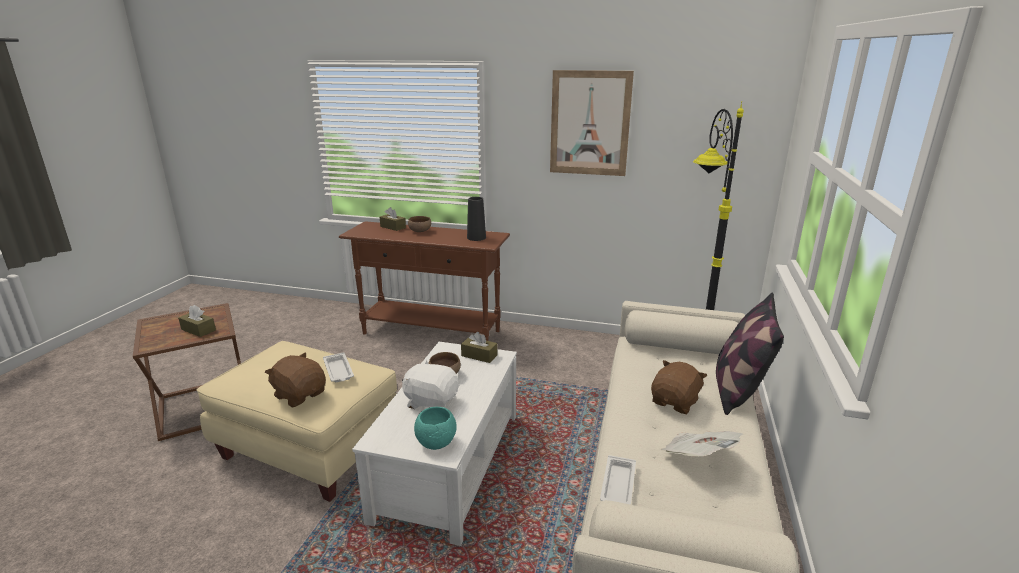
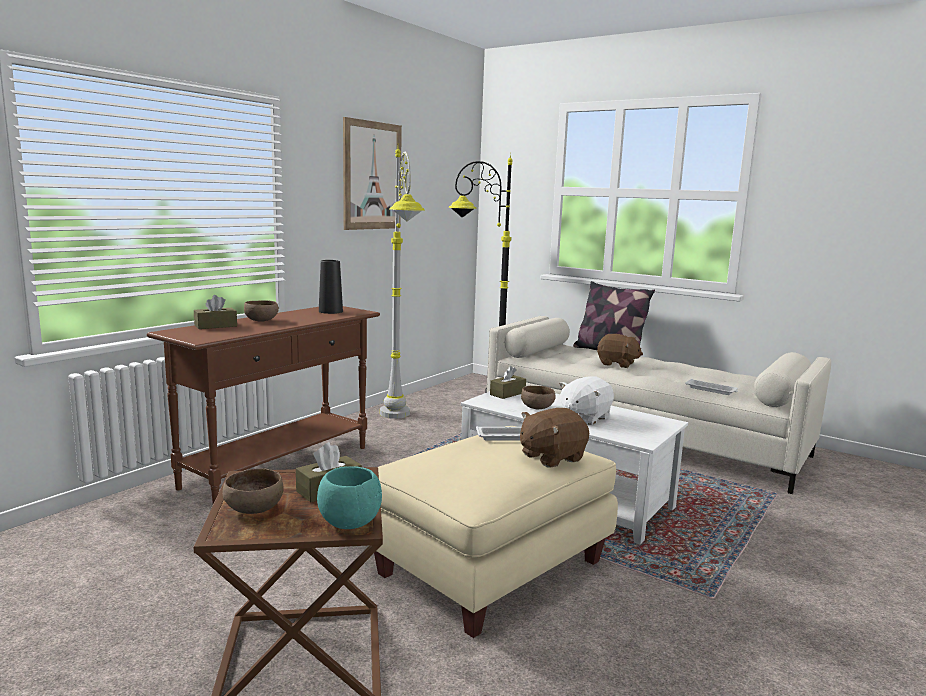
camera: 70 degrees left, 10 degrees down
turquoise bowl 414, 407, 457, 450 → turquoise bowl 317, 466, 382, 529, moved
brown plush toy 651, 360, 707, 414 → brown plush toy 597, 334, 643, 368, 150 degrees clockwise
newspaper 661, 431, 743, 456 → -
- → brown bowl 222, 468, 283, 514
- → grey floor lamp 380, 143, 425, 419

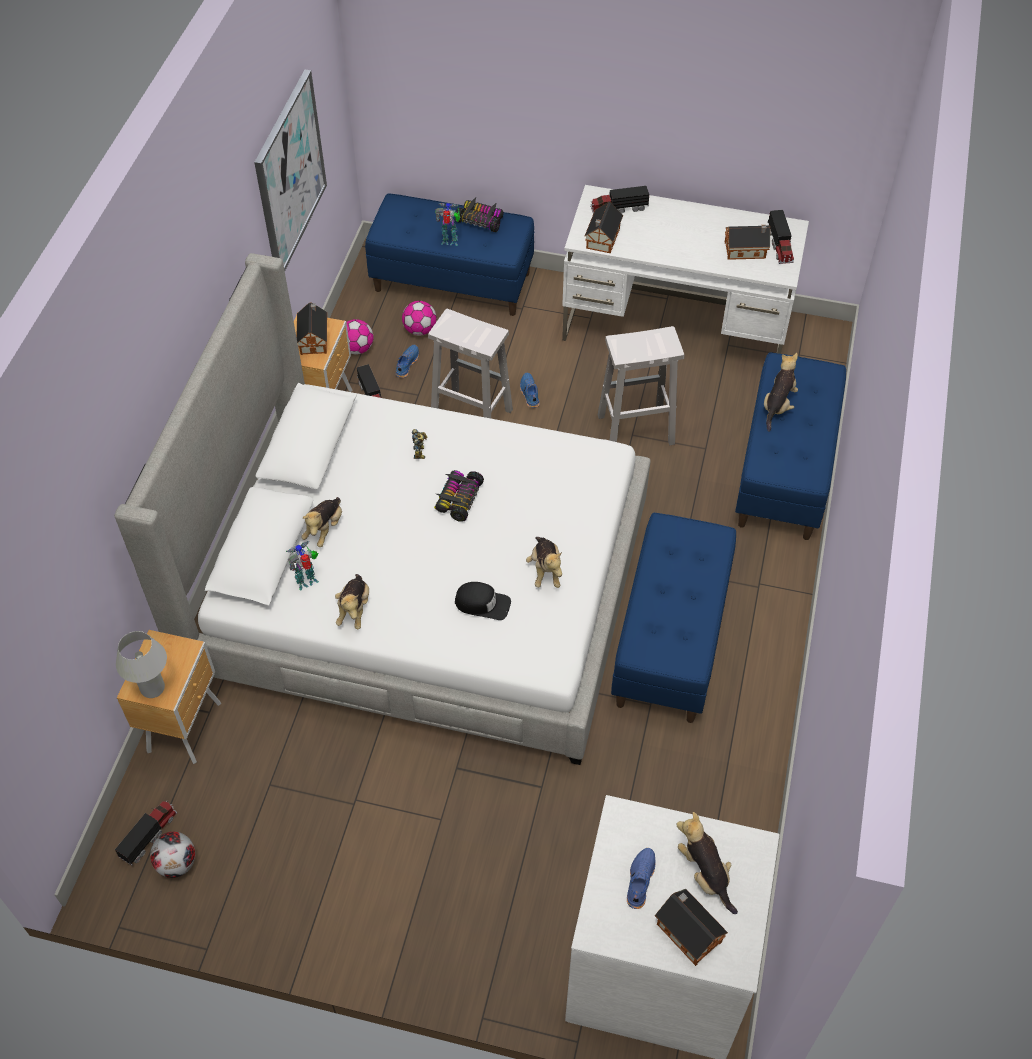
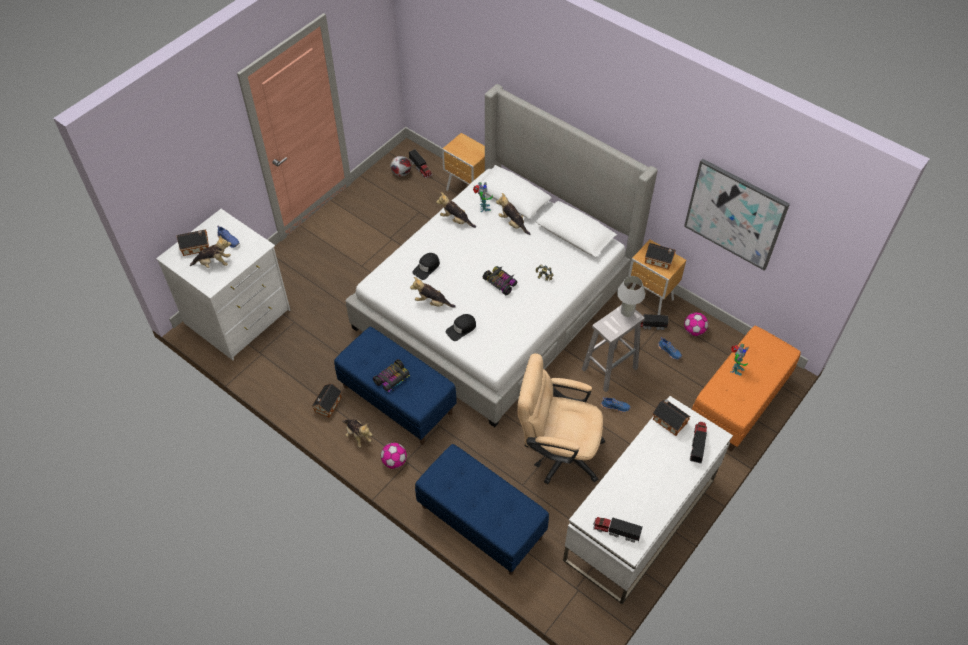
camera: 115 degrees right, 0 degrees up
white table lamp 116, 631, 167, 698 → white table lamp 617, 276, 645, 317, moved
blue bench 365, 194, 534, 316 → orange bench 692, 326, 801, 451
football 402, 301, 437, 336 → football 381, 443, 407, 469, moved
toy car 455, 198, 503, 232 → toy car 373, 359, 410, 392, moved
white stool 598, 326, 684, 445 → beige office chair 517, 353, 605, 484
toy house 725, 225, 770, 260 → toy house 311, 383, 342, 418, moved
plush toy 764, 353, 798, 432 → plush toy 342, 419, 372, 448, moved
- → black cap 446, 314, 476, 341

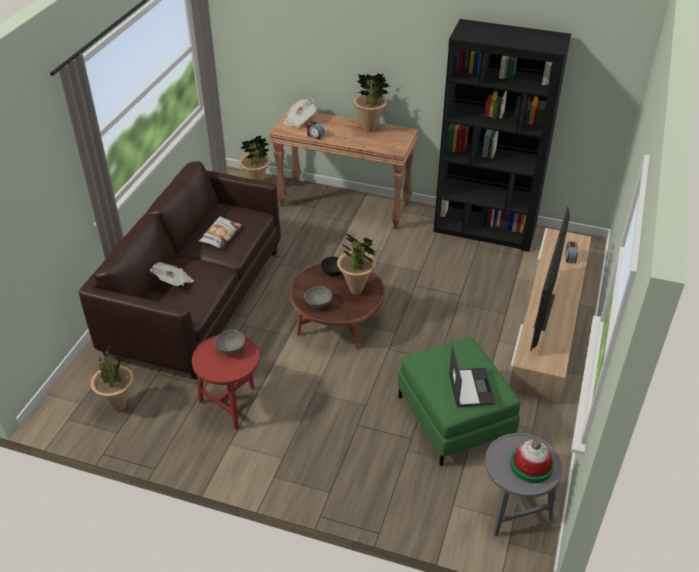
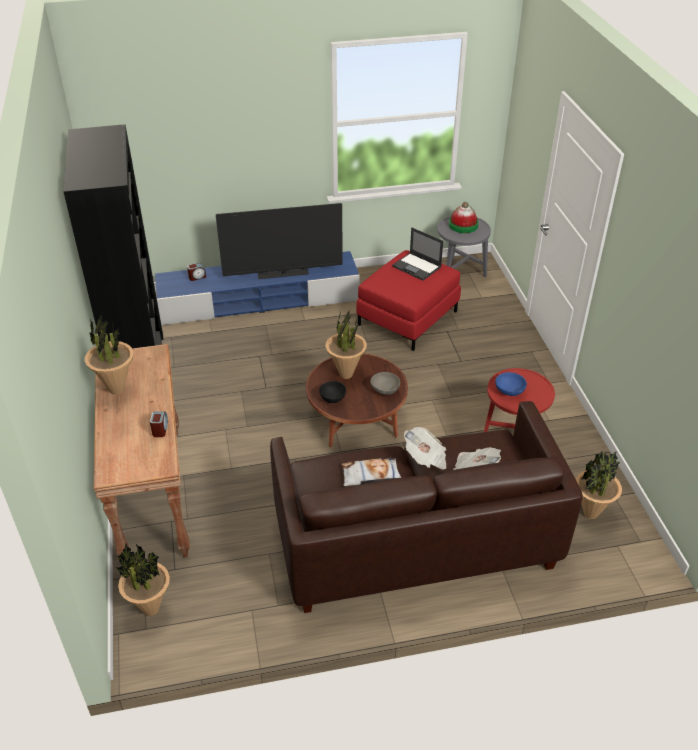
camera: 120 degrees left, 0 degrees up
grey bowl 214, 330, 245, 355 → blue bowl 495, 372, 527, 396
newspaper 283, 98, 316, 128 → newspaper 404, 427, 446, 470, moved
green ottoman 398, 337, 521, 466 → red ottoman 356, 250, 461, 351
laptop 449, 345, 495, 407 → laptop 392, 227, 443, 281, 105 degrees counterclockwise
beige tv stand 507, 228, 591, 403 → blue tv stand 155, 251, 360, 325

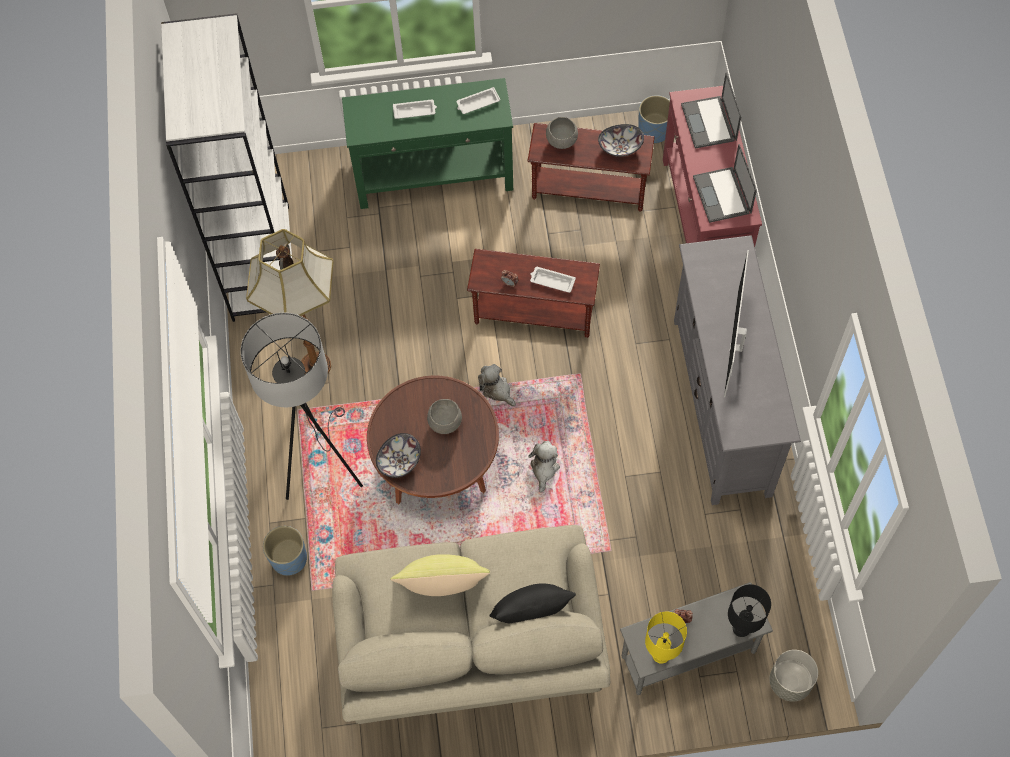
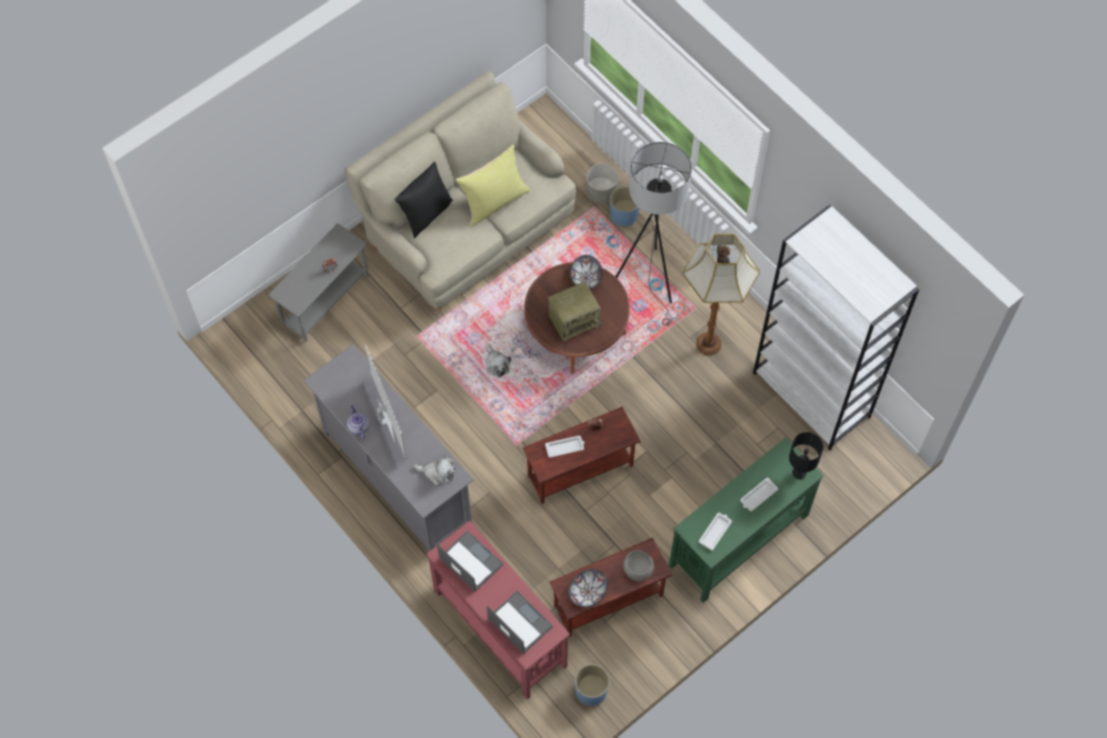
camera: 145 degrees right, 0 degrees up
grey bowl 427, 399, 462, 434 → radio 548, 282, 602, 342
plush toy 478, 364, 516, 407 → plush toy 413, 456, 455, 486, moved
yellow table lamp 645, 612, 687, 664 → -
black table lamp 728, 584, 771, 637 → black table lamp 789, 432, 823, 479, moved
grey planter 770, 650, 818, 702 → grey planter 586, 164, 618, 203, moved
- → teapot 347, 405, 369, 439

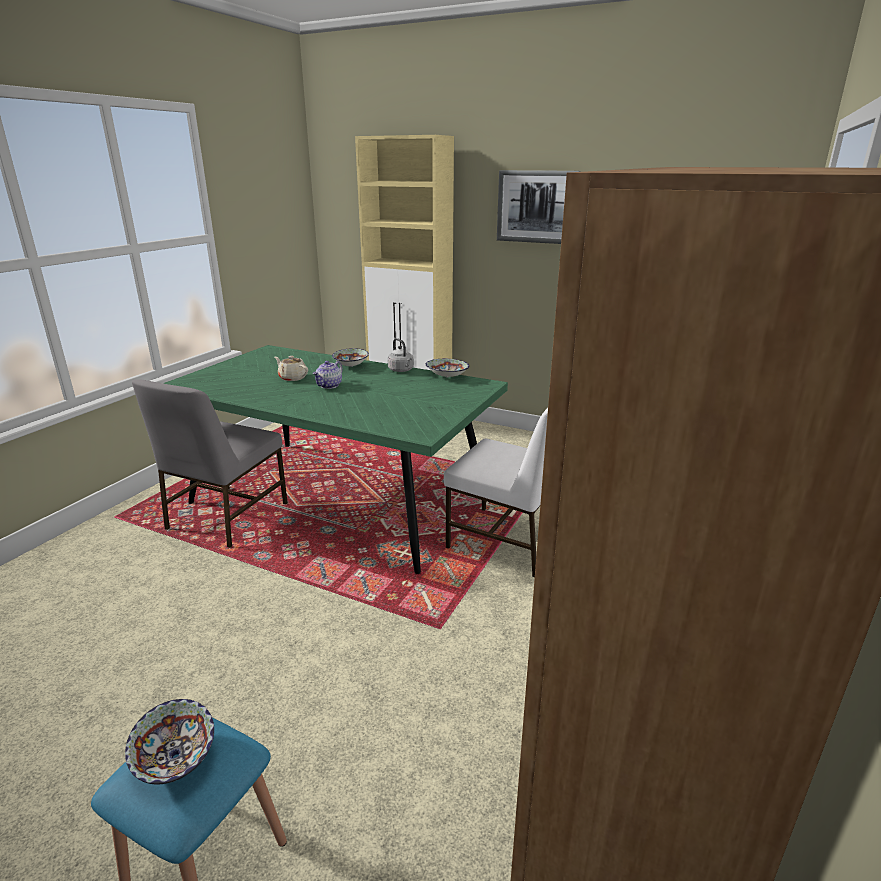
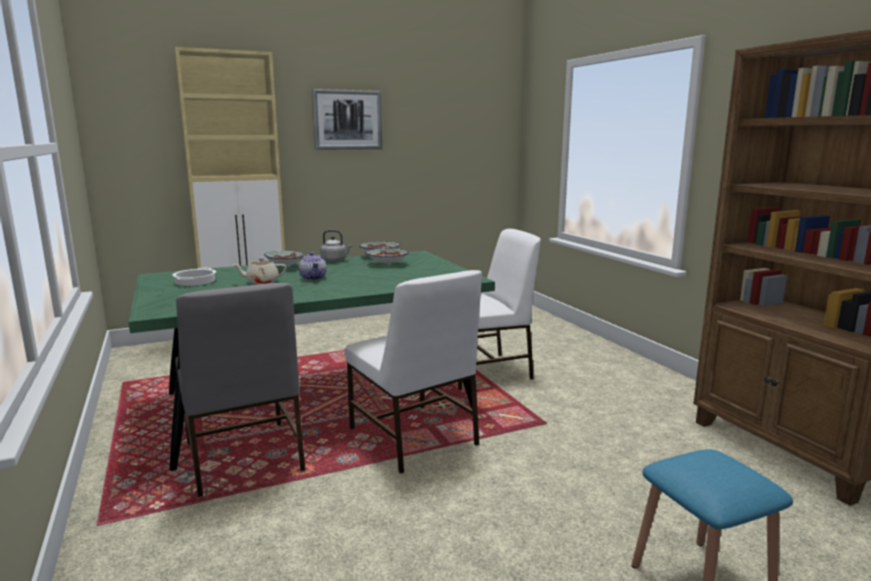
camera: 50 degrees left, 10 degrees down
bowl 125, 699, 214, 784 → bowl 365, 249, 409, 265, moved
- → cooking pot 172, 268, 216, 286
- → white chair 345, 270, 482, 474

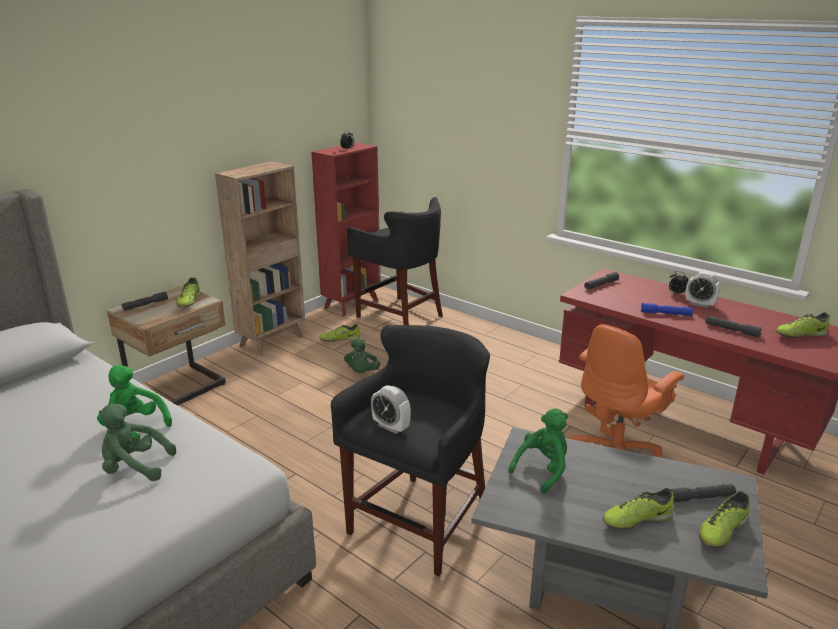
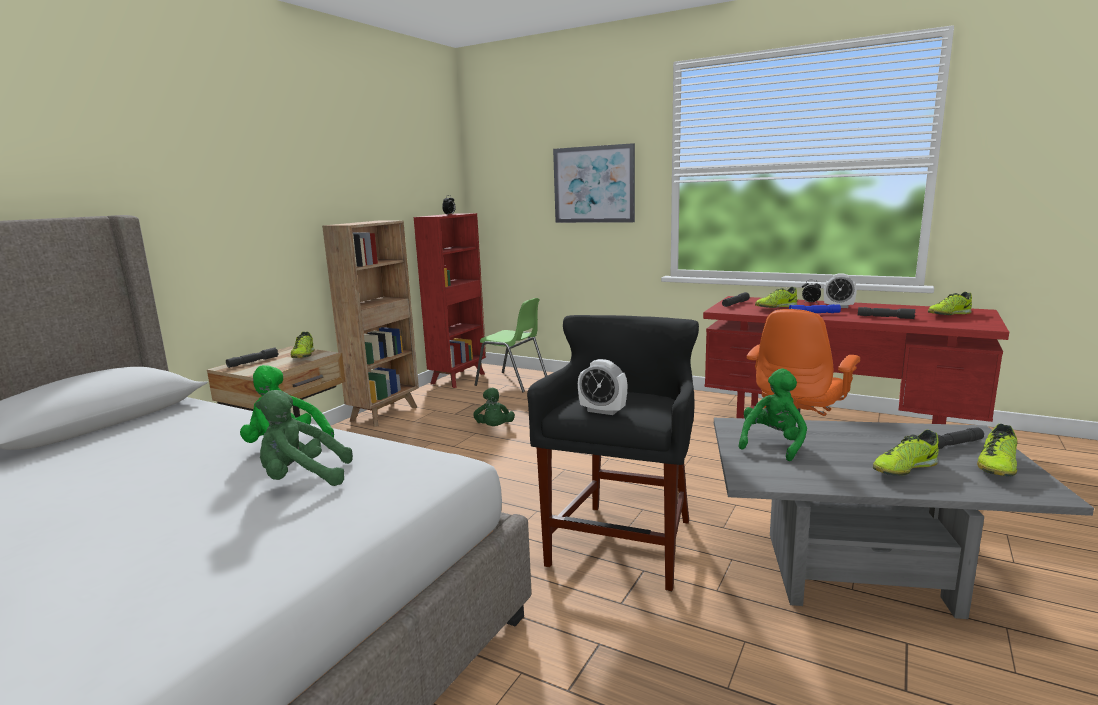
camera: 10 degrees left, 10 degrees down
shoe 319, 324, 360, 342 → shoe 755, 287, 797, 308, moved
black stool 347, 197, 443, 325 → green chair 475, 298, 547, 392
- → picture 553, 143, 635, 223

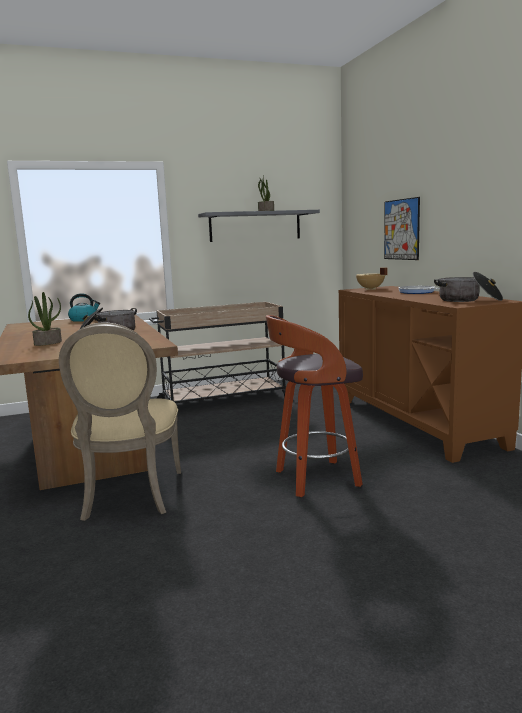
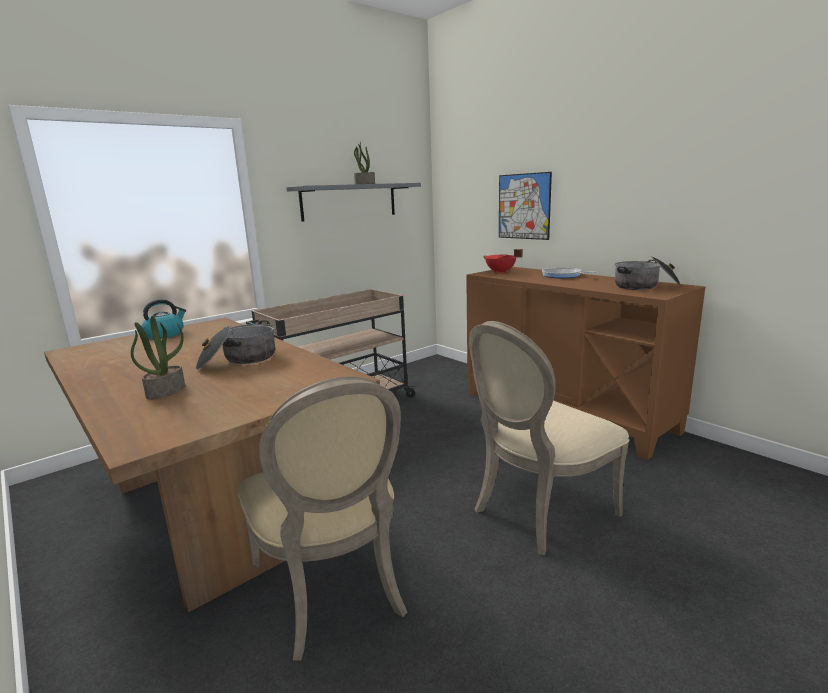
camera: 20 degrees left, 5 degrees up
stool 266, 315, 363, 498 → beige chair 469, 321, 629, 556
beige cooking pot 356, 267, 388, 290 → red cooking pot 483, 249, 523, 274

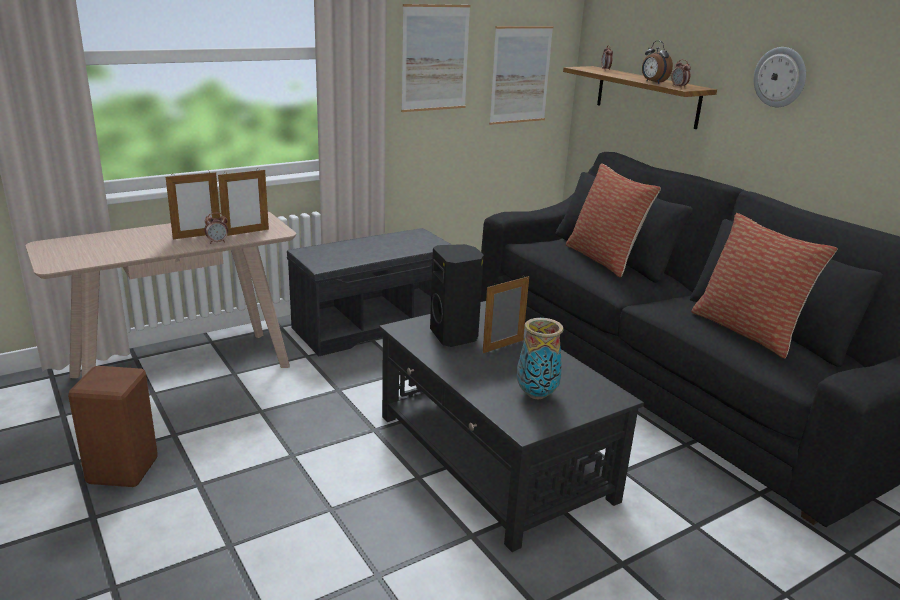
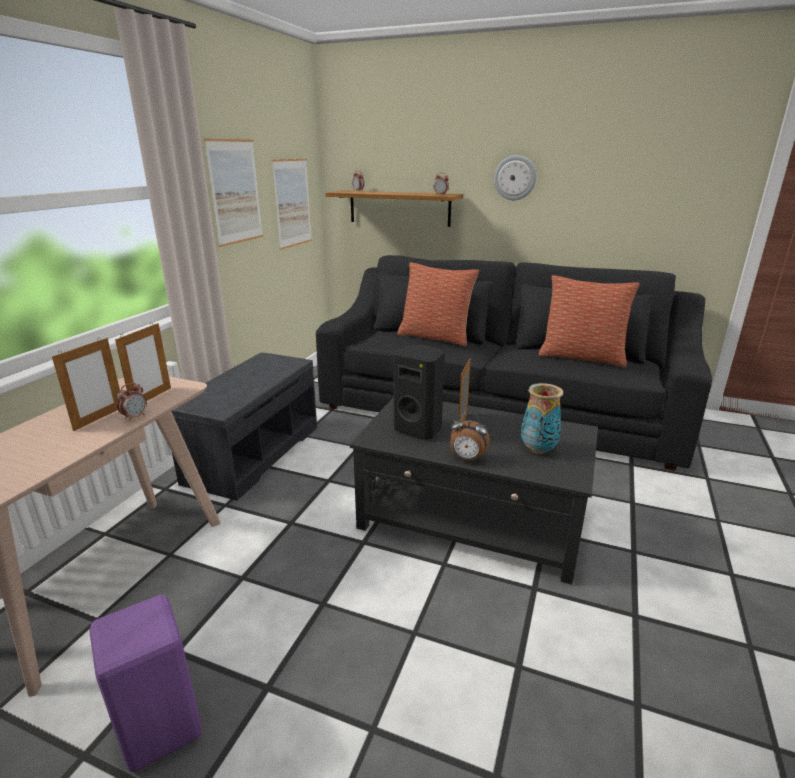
camera: 35 degrees left, 0 degrees up
brown stool 68, 366, 158, 487 → purple stool 89, 595, 202, 772
alarm clock 642, 41, 673, 84 → alarm clock 450, 413, 490, 462, moved

